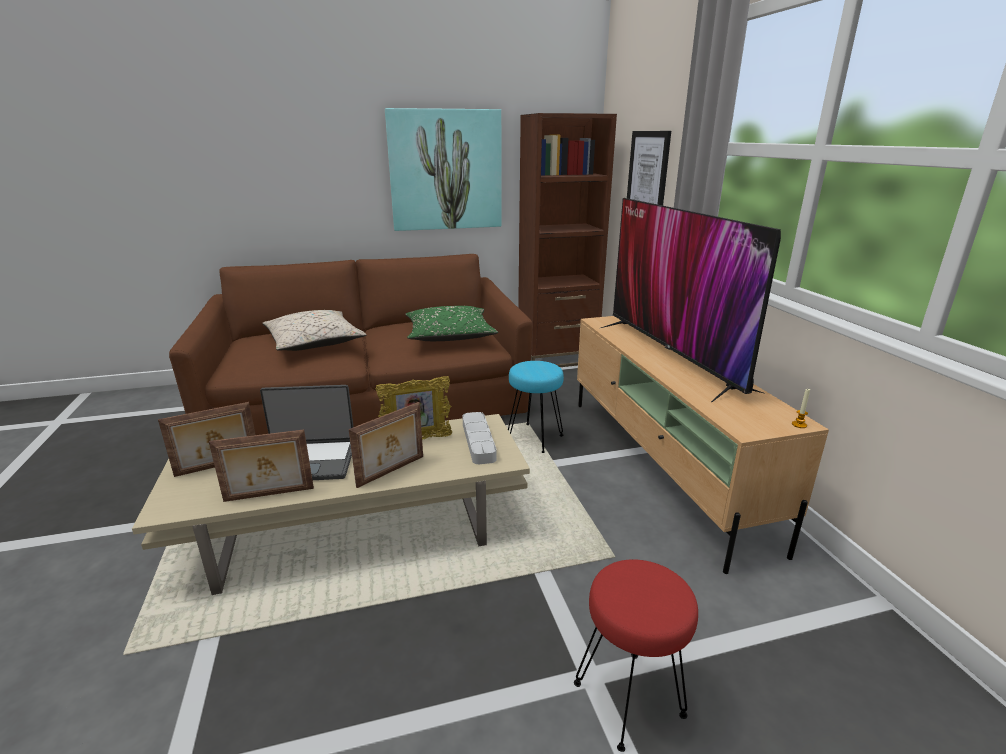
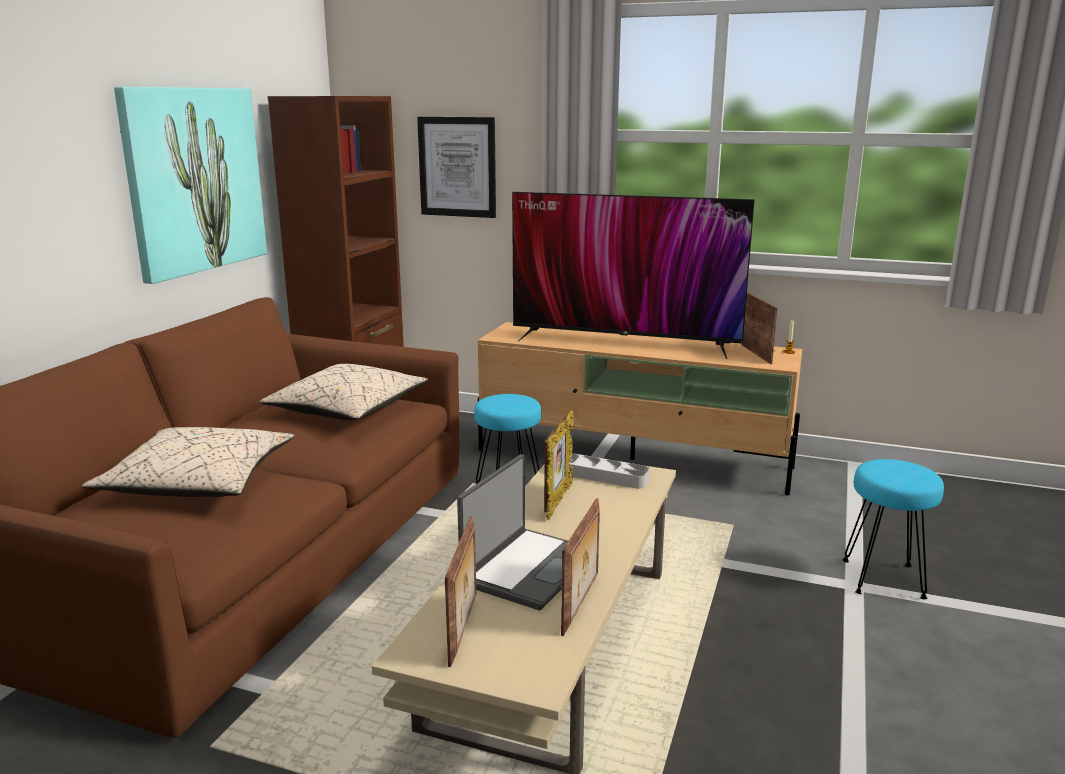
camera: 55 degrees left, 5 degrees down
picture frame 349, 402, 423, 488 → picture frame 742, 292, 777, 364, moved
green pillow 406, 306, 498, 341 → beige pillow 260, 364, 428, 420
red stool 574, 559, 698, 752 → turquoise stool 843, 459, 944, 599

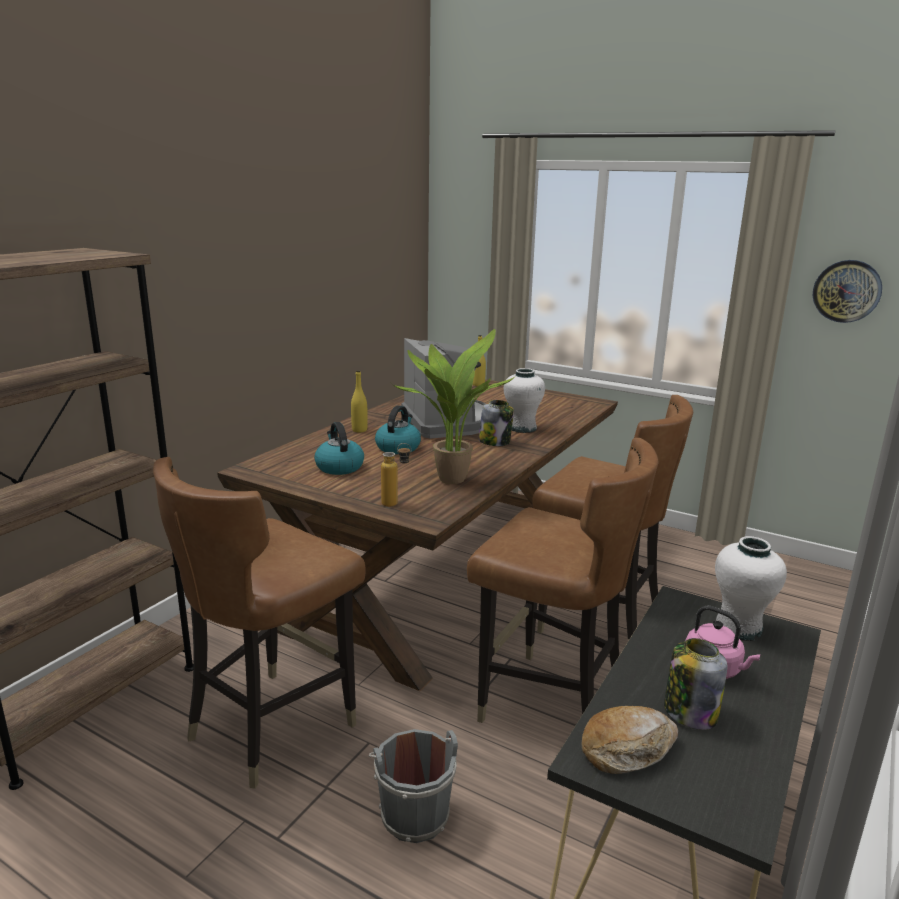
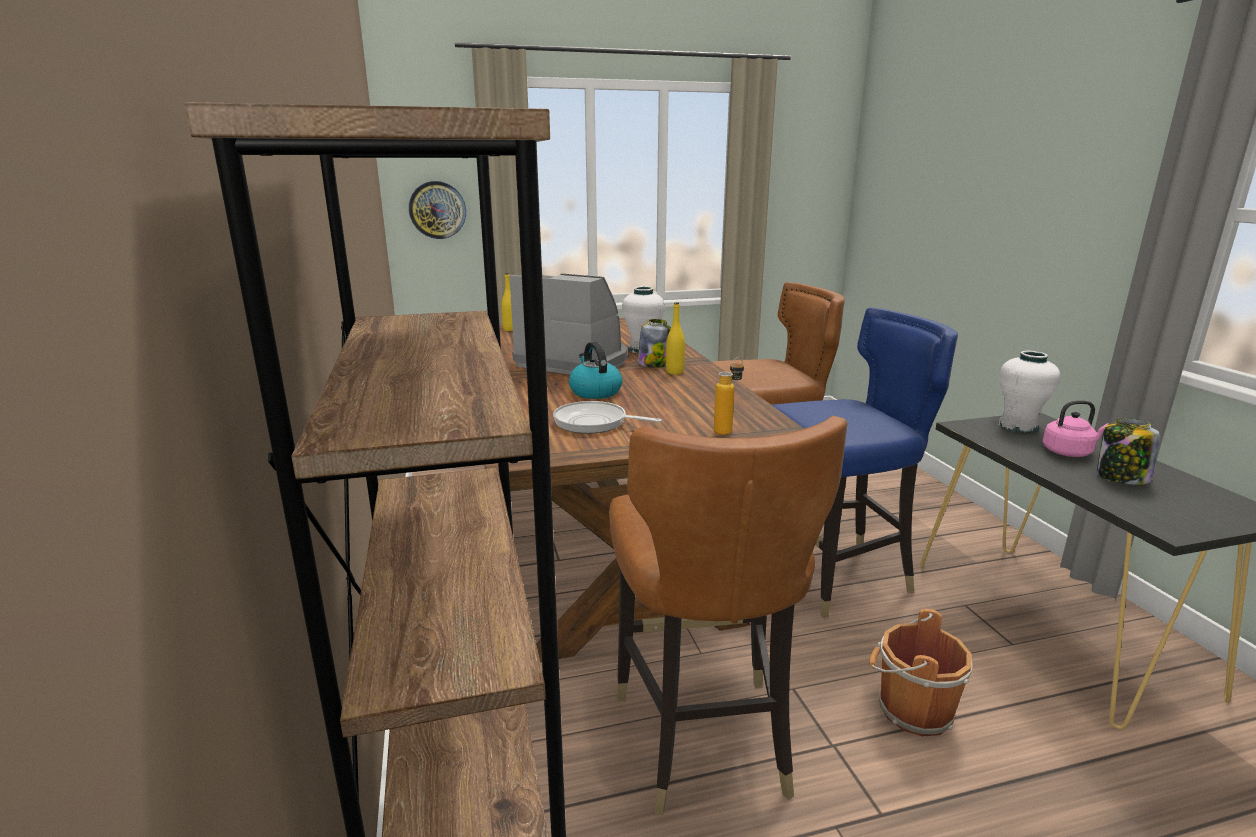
camera: 45 degrees left, 0 degrees up
kettle 314, 422, 364, 475 → frying pan 553, 401, 662, 434
yellow bottle 351, 370, 368, 433 → yellow bottle 666, 302, 685, 375, moved
grey bucket 369, 729, 458, 843 → brown bucket 869, 609, 973, 736
potted plant 391, 329, 516, 484 → -
brown chair 467, 438, 659, 723 → blue chair 772, 307, 958, 619
bread 581, 706, 678, 774 → -
wall clock 813, 260, 882, 323 → wall clock 409, 181, 466, 239, moved

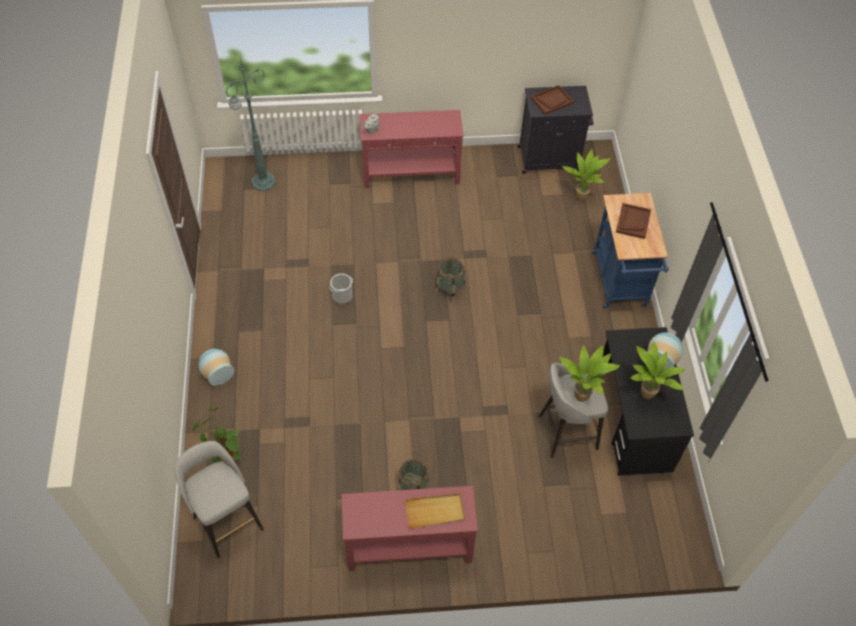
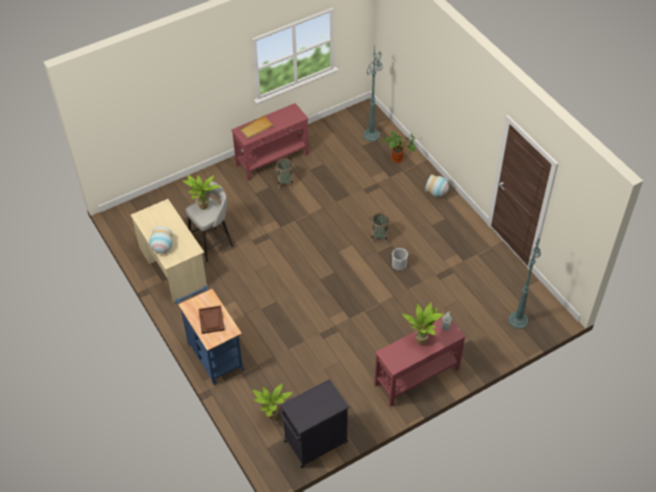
camera: 155 degrees right, 5 degrees down
grey stool 174, 441, 264, 558 → green floor lamp 363, 47, 383, 142
basket 435, 258, 465, 303 → basket 371, 213, 389, 245, moved
brown tray 531, 85, 574, 115 → -
black desk 603, 327, 694, 476 → beige desk 130, 199, 207, 303
potted plant 631, 342, 686, 399 → potted plant 402, 302, 444, 345, moved

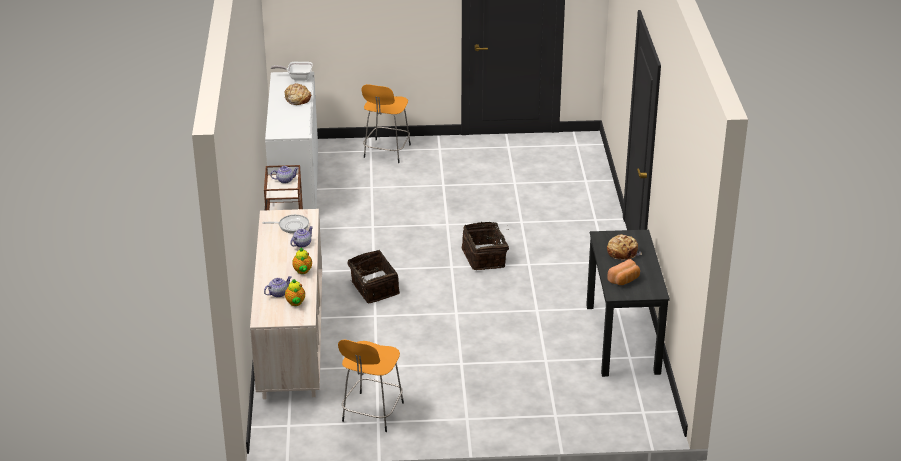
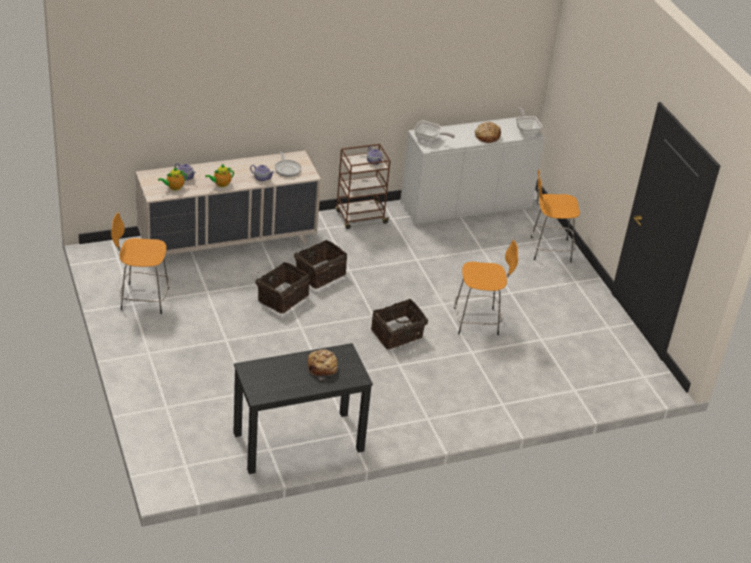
camera: 70 degrees right, 5 degrees up
bread 608, 259, 640, 285 → -
- → basket 255, 262, 309, 313
- → frying pan 414, 120, 455, 142
- → orange stool 454, 240, 518, 335

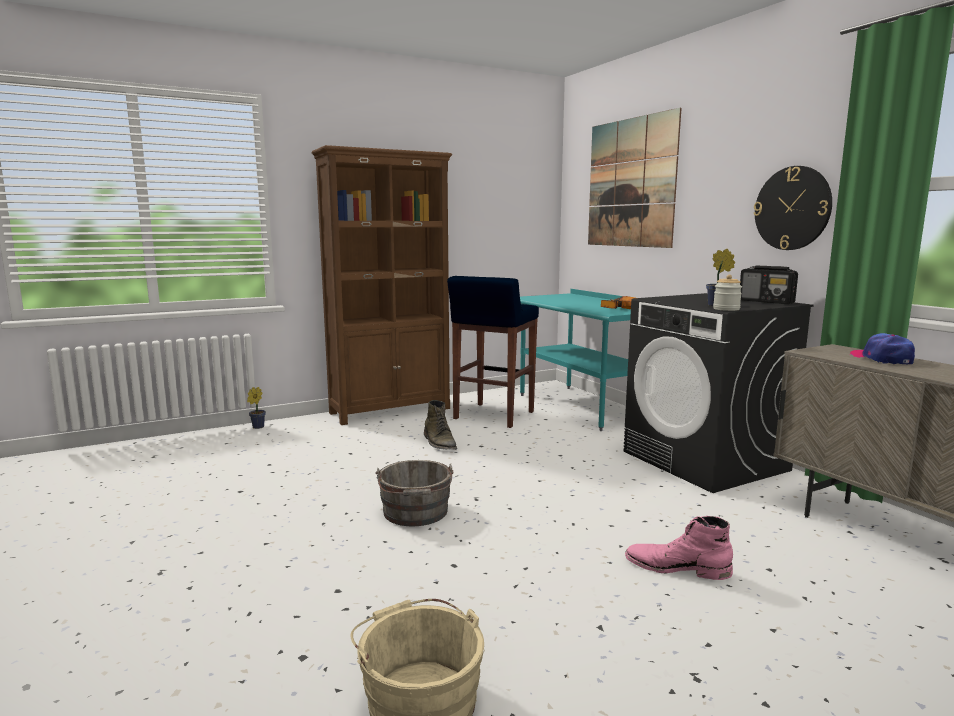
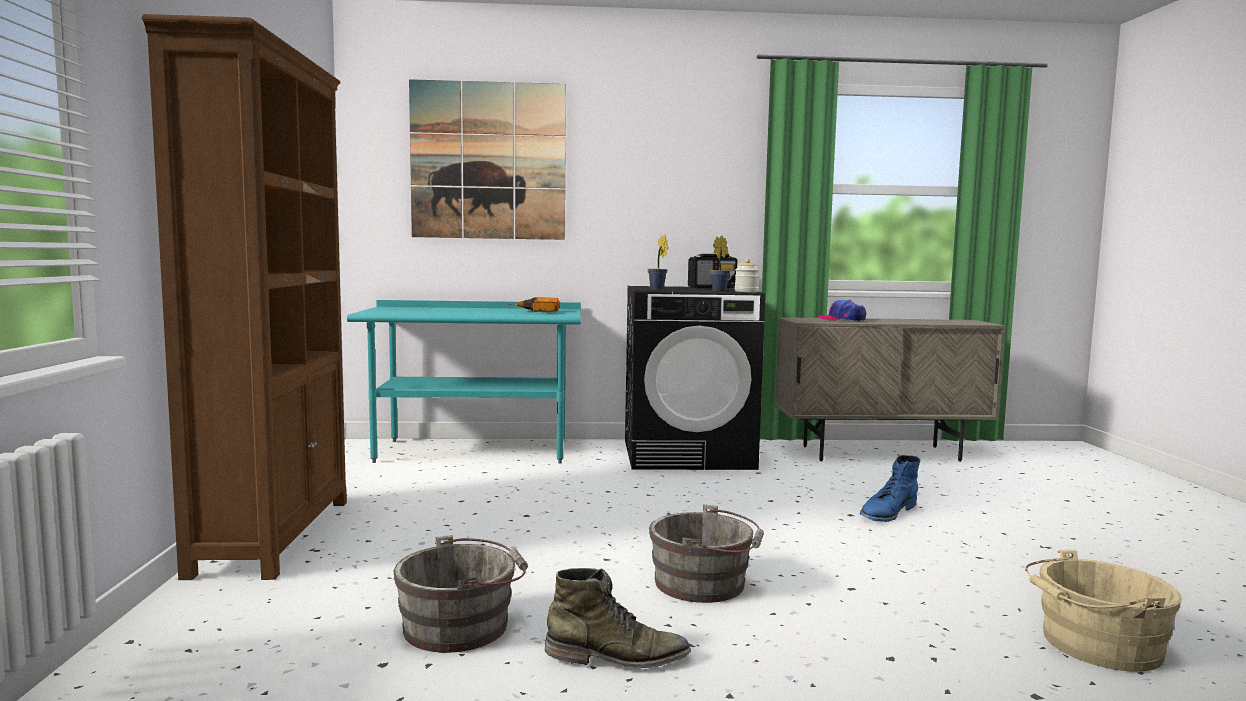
camera: 65 degrees left, 5 degrees down
potted plant 247, 387, 266, 429 → potted plant 648, 235, 668, 290, moved
green boot 424, 400, 457, 450 → green boot 545, 568, 691, 668, moved
blue stool 447, 276, 539, 428 → -
pink boot 625, 516, 733, 580 → blue boot 860, 455, 920, 522
wall clock 753, 166, 832, 250 → -
- → grey bucket 394, 535, 528, 653

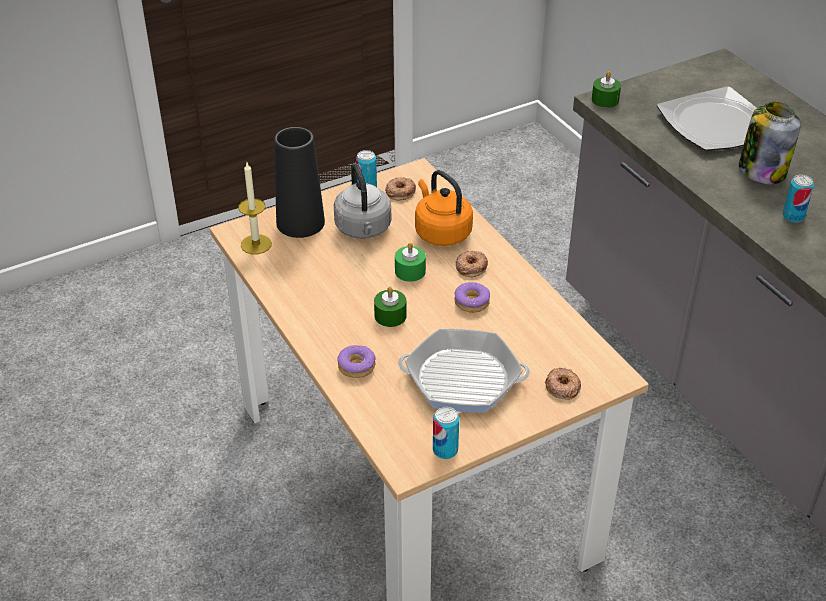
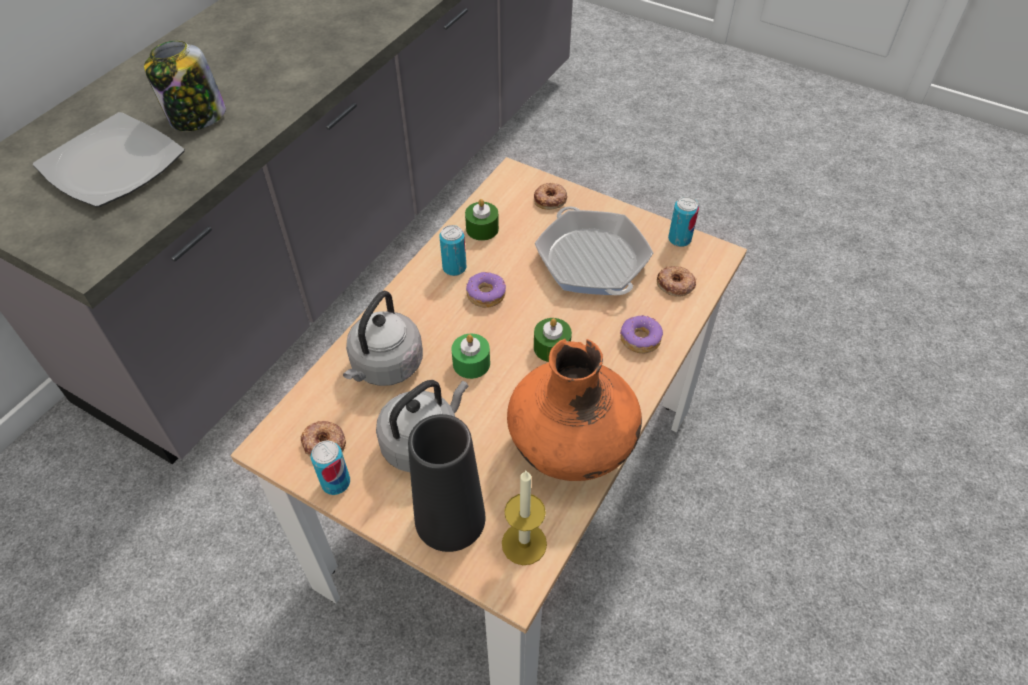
camera: 120 degrees left, 10 degrees up
orange kettle 415, 170, 473, 246 → grey kettle 343, 291, 423, 386
donut 456, 251, 488, 277 → donut 657, 266, 696, 296, moved
green candle 592, 71, 621, 108 → green candle 465, 199, 499, 241, moved
can 783, 175, 814, 223 → can 439, 225, 467, 276, moved
- → orange vase 507, 339, 642, 481

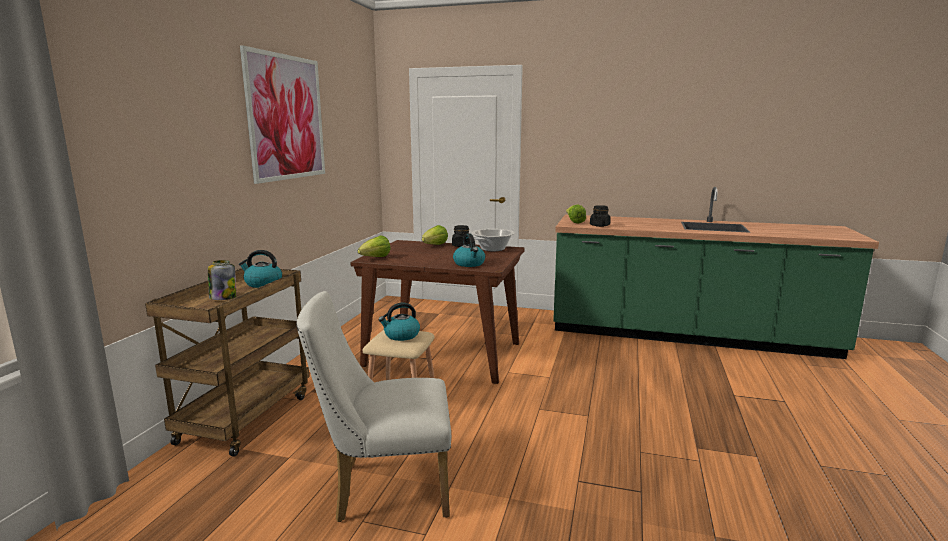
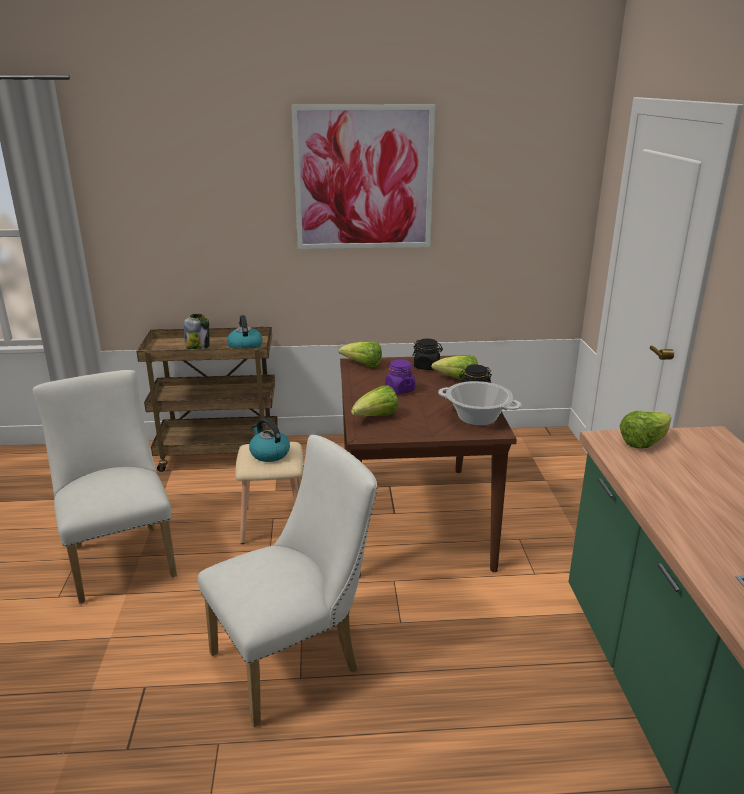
camera: 70 degrees right, 10 degrees up
kettle 453, 233, 485, 267 → lettuce 351, 385, 398, 416
black jar 590, 205, 611, 227 → black jar 412, 338, 443, 370, moved
- → white chair 198, 435, 378, 727
- → purple jar 385, 360, 415, 394

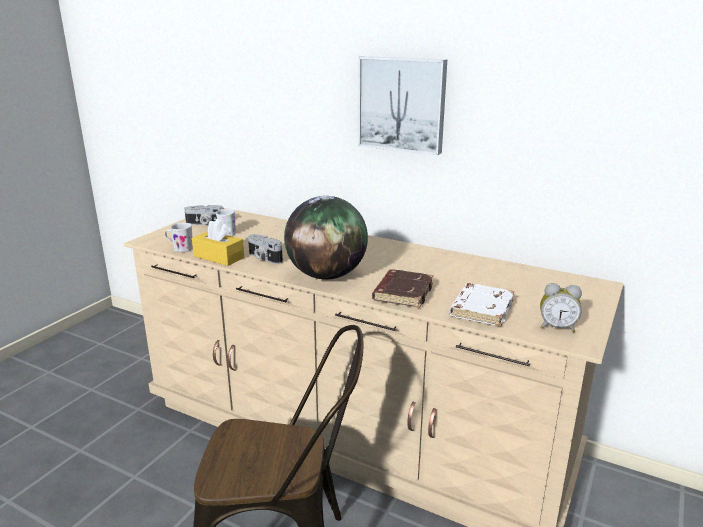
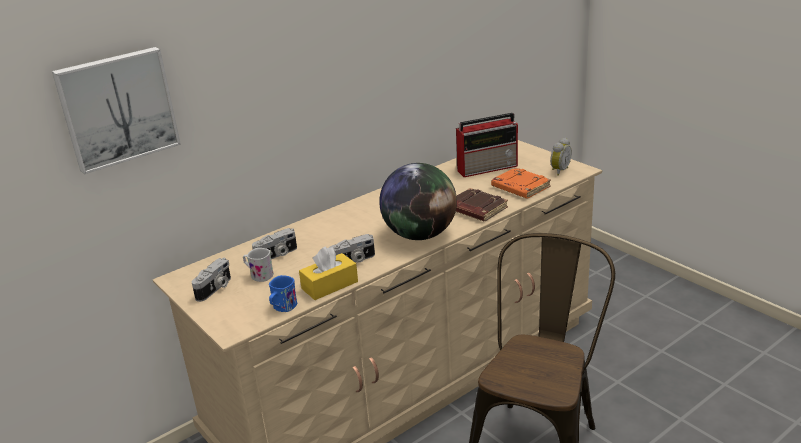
camera: 65 degrees left, 5 degrees up
white mug 165, 223, 193, 252 → blue mug 269, 275, 297, 312
picture 358, 56, 447, 155 → picture 52, 47, 181, 174, moved
white book 449, 283, 514, 326 → orange book 491, 167, 551, 199
- → photo camera 252, 228, 297, 259
- → radio 456, 113, 518, 177

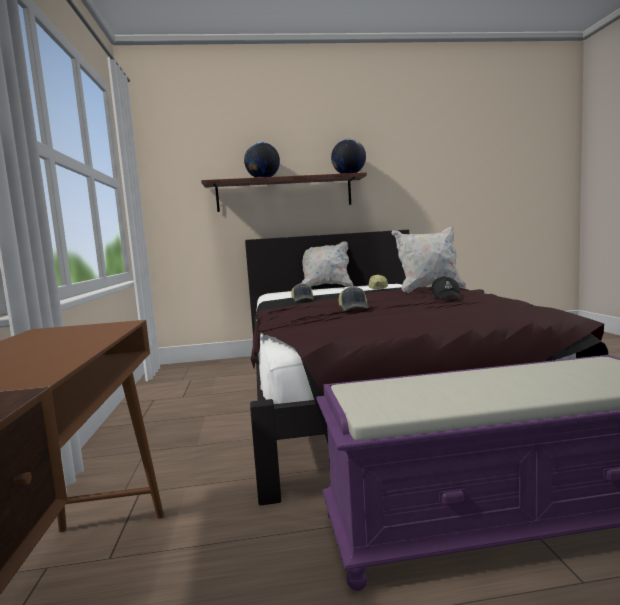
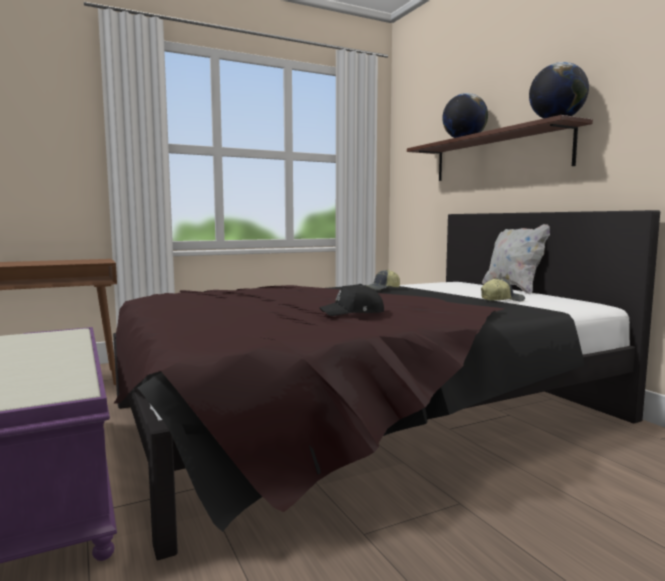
camera: 70 degrees right, 0 degrees up
cap 339, 286, 369, 311 → -
white pillow 391, 226, 466, 293 → -

